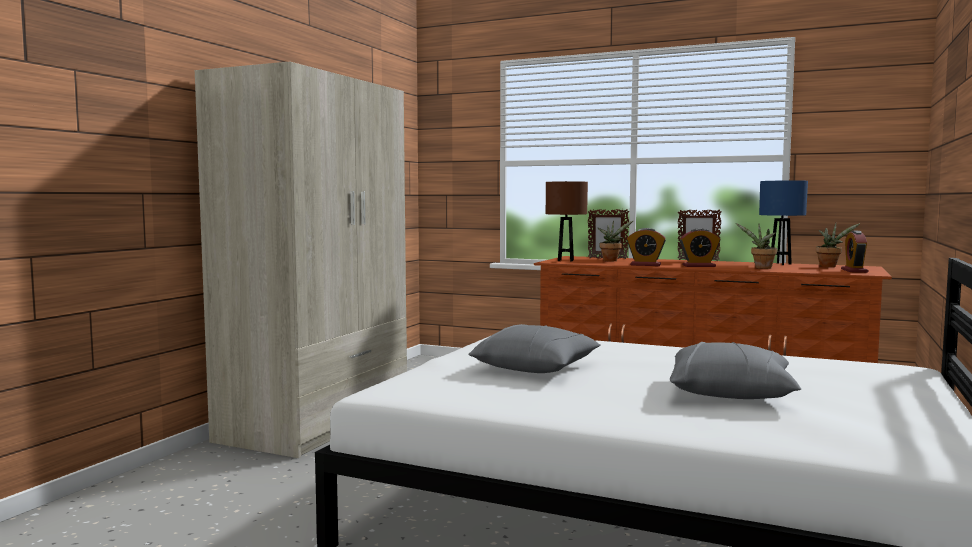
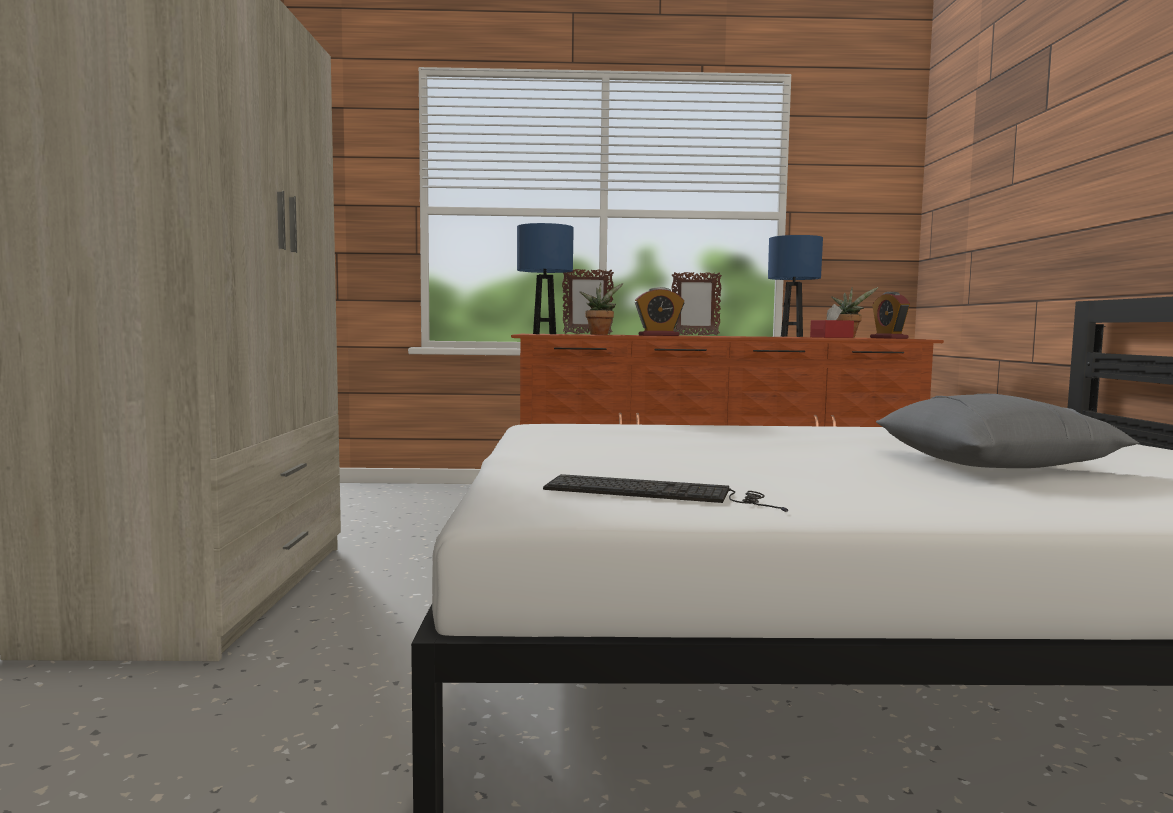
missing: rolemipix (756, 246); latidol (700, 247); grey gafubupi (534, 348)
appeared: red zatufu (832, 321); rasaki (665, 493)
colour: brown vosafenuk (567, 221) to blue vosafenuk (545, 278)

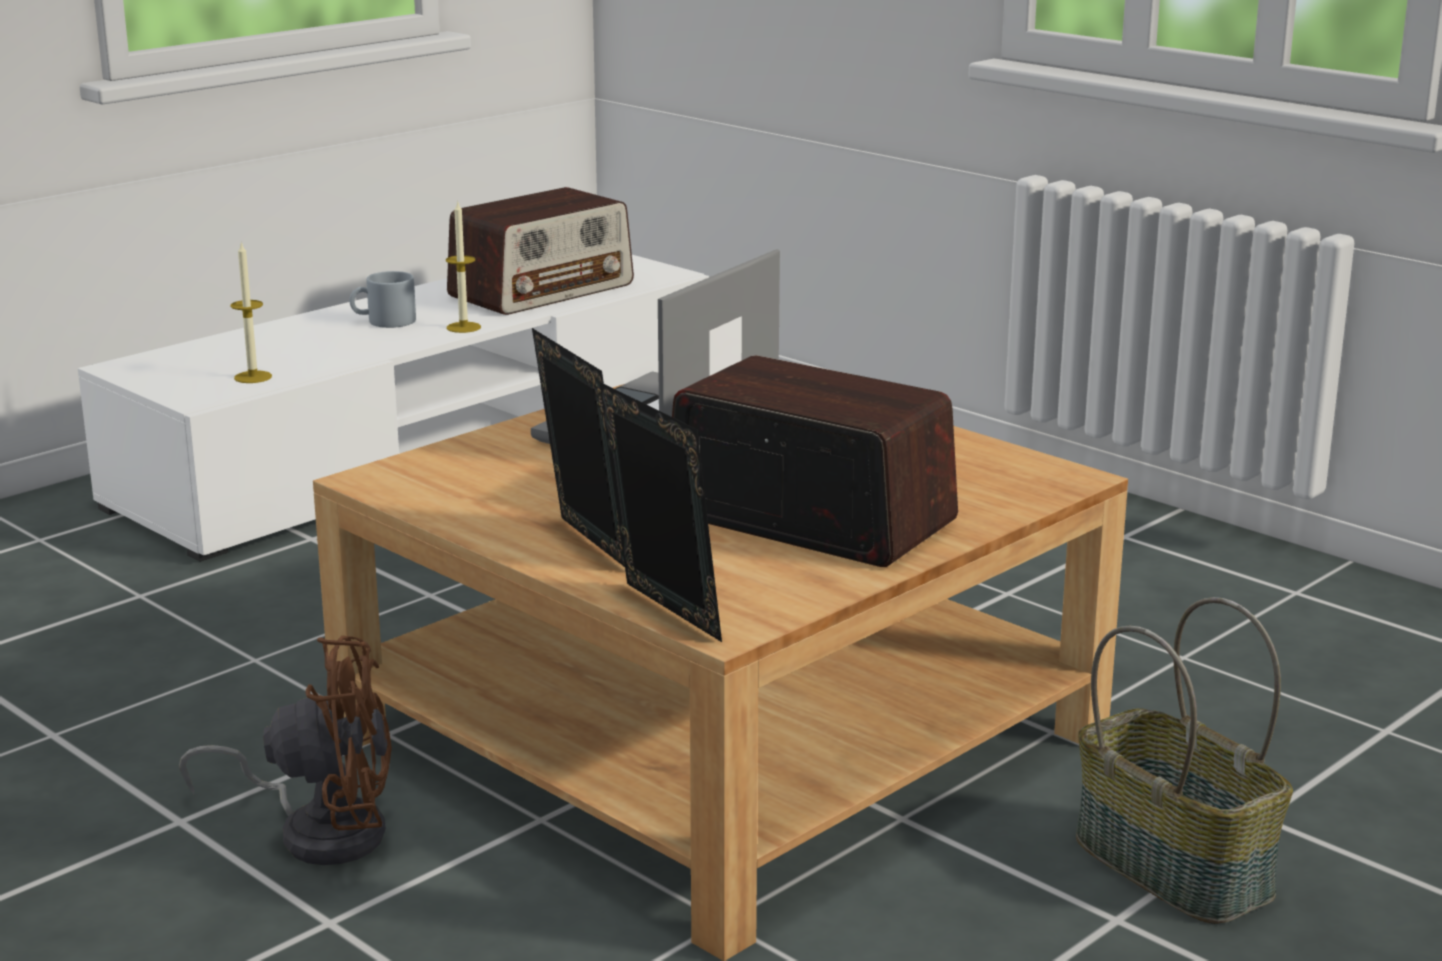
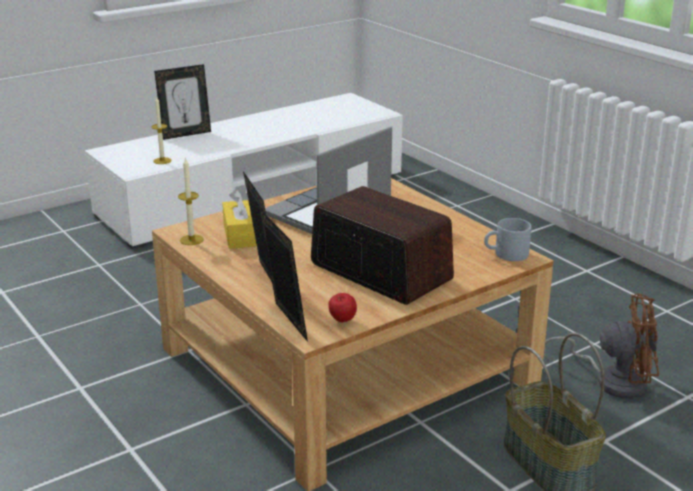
missing: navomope (540, 251)
appeared: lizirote (182, 102); yellow zatufu (239, 219); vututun (343, 307)
relocated: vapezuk (463, 267) to (191, 201); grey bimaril (383, 299) to (507, 239); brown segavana (285, 750) to (601, 346)

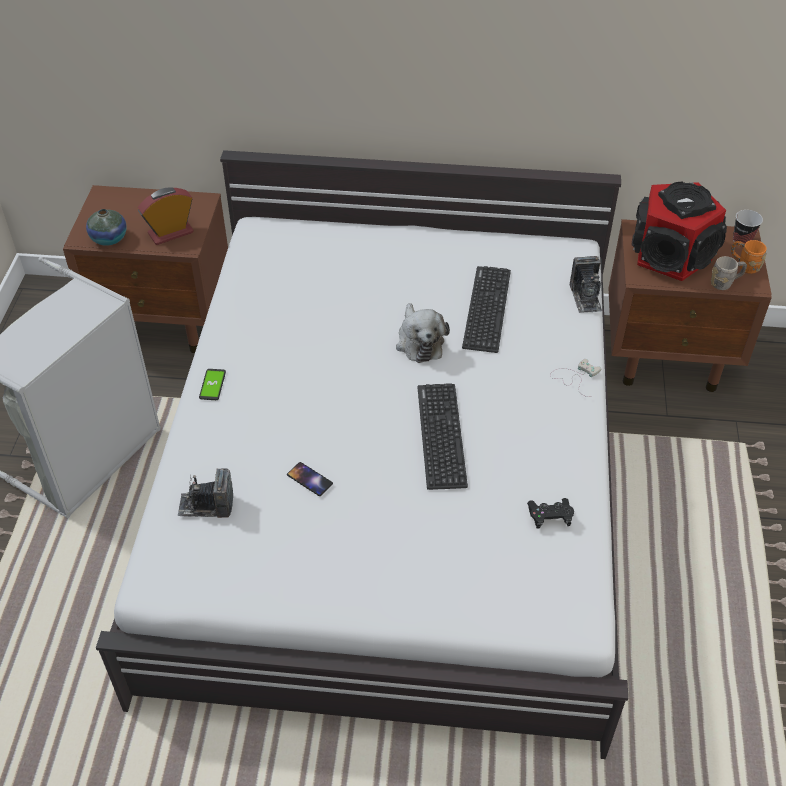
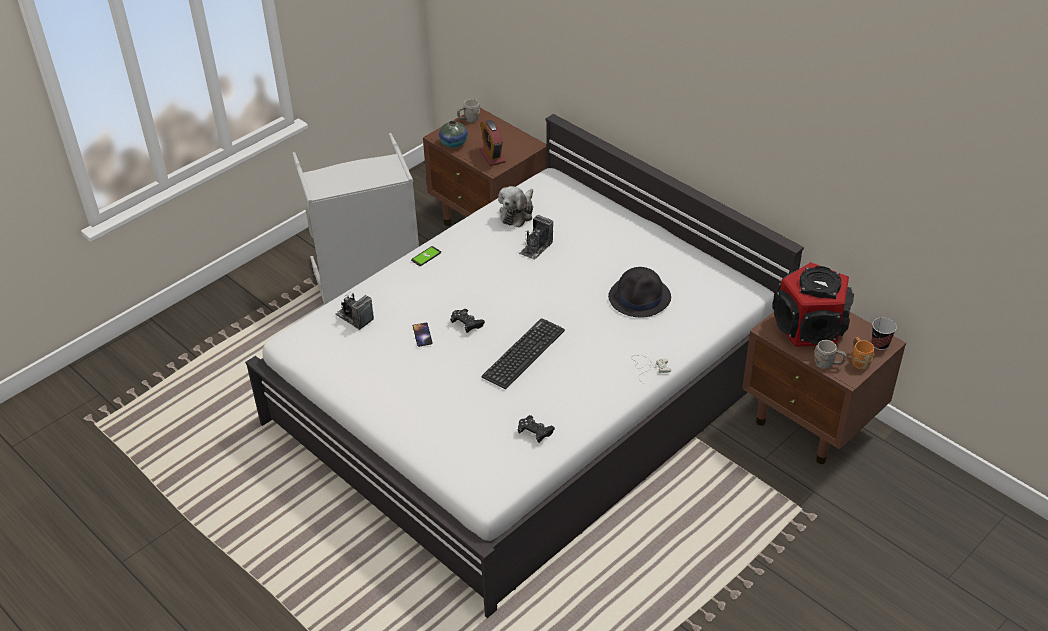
appeared: grey bimaril (468, 111); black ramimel (467, 321)
relocated: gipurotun (586, 284) to (536, 237); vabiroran (423, 333) to (515, 206)
exchanged: rasaki (486, 309) to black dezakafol (639, 292)
spun: latidol (166, 216) = (493, 143) 120 degrees counterclockwise

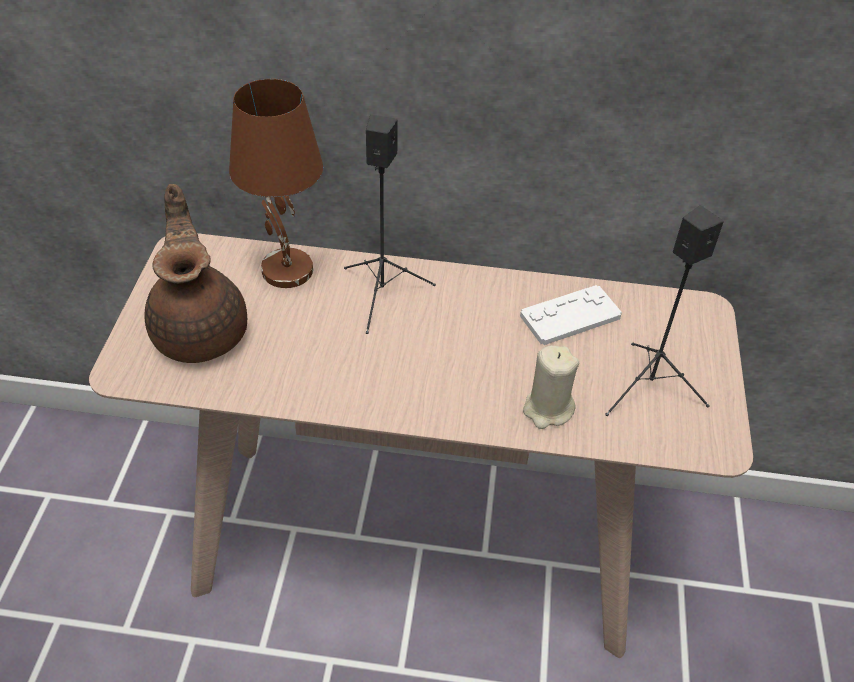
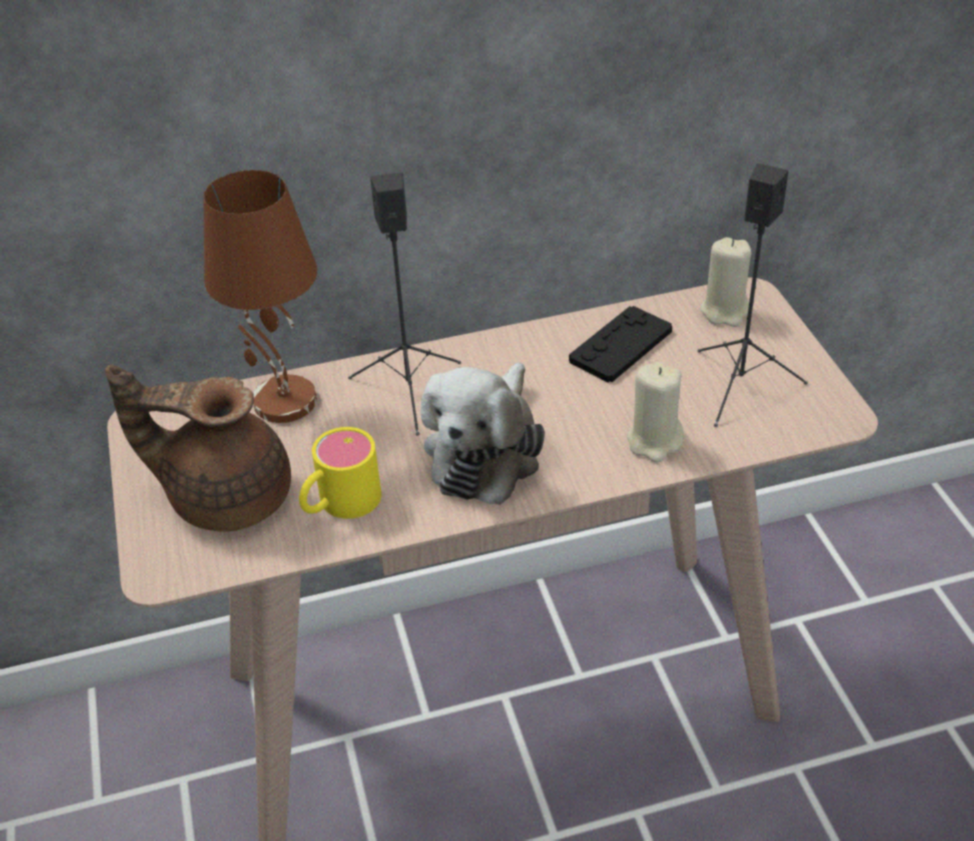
appeared: beige vapezuk (725, 282); vabiroran (483, 433); yellow bimaril (340, 473)
colour: white ramimel (571, 315) to black ramimel (620, 344)
spun: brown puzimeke (196, 273) = (198, 448) 45 degrees counterclockwise

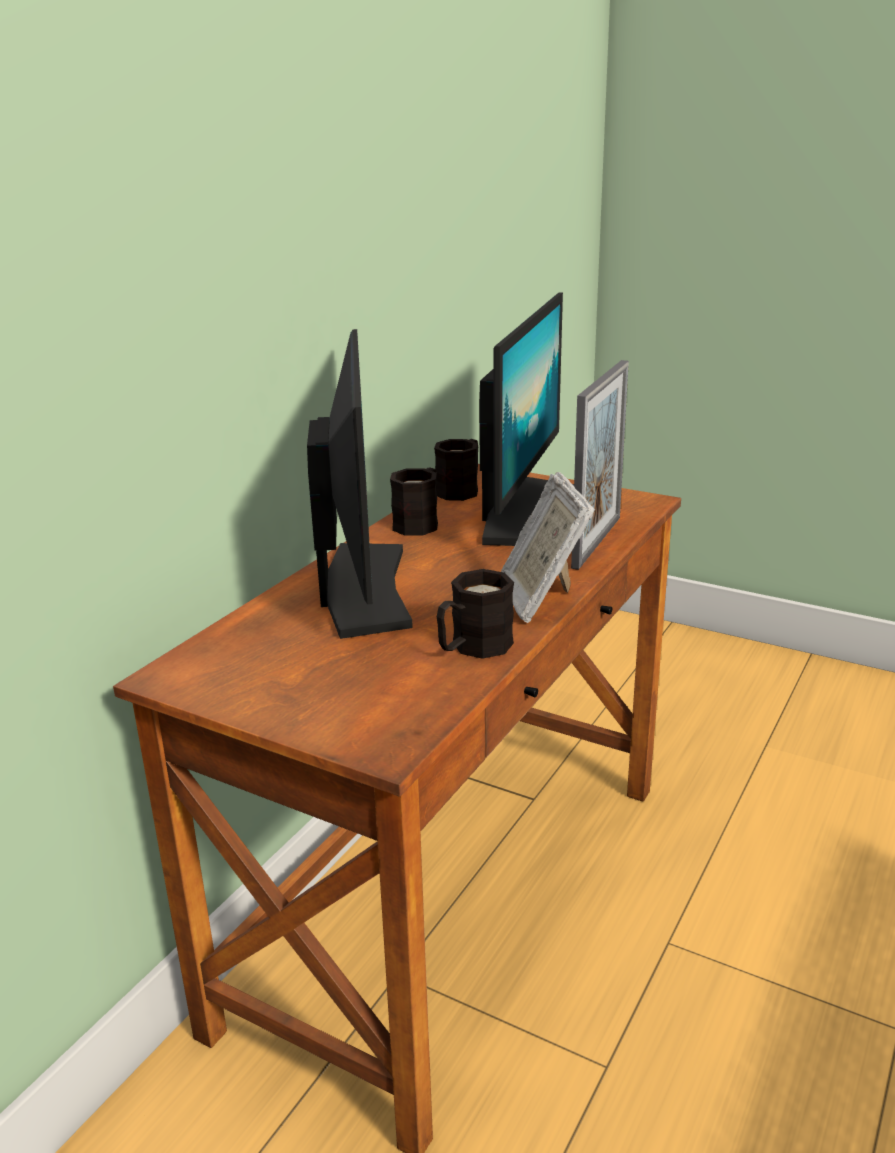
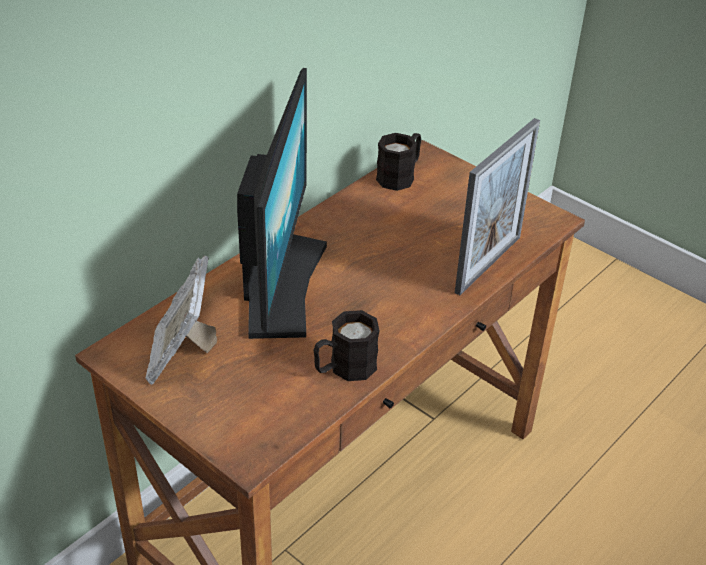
missing: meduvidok (526, 419); black bimaril (414, 502)
relocated: lizirote (548, 547) to (181, 320)

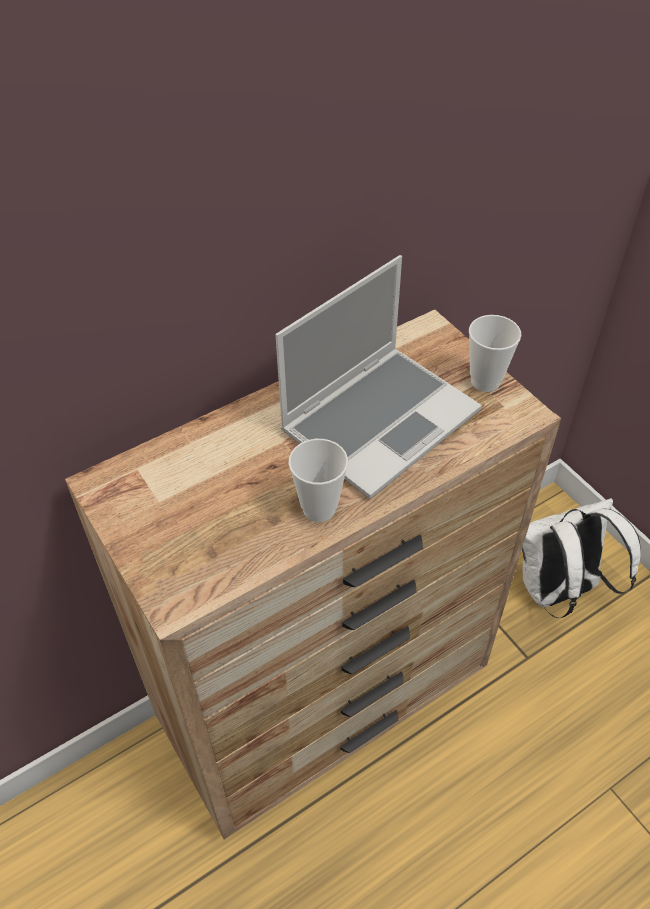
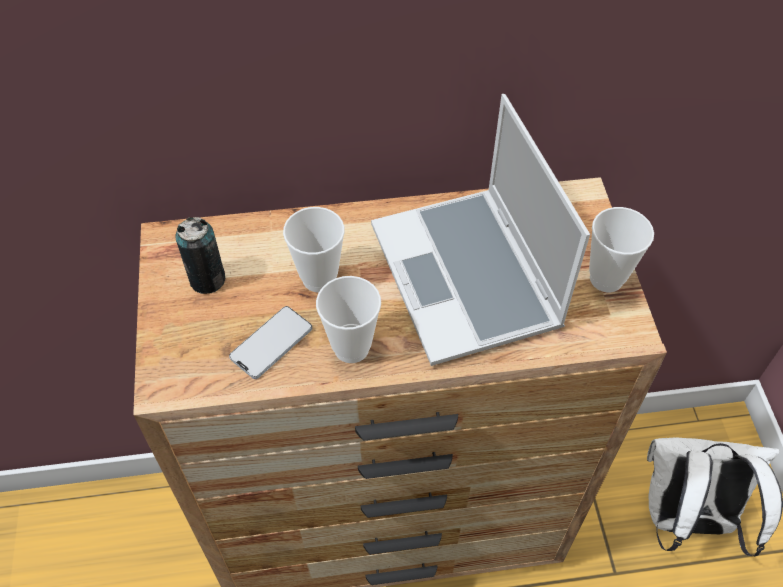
appeared: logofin (314, 249); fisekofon (200, 255); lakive (270, 342)
spun: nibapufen (378, 377) = (480, 230) 90 degrees clockwise

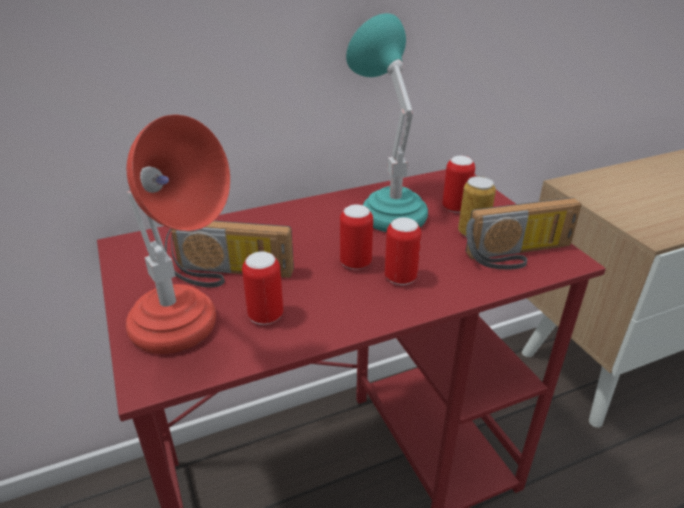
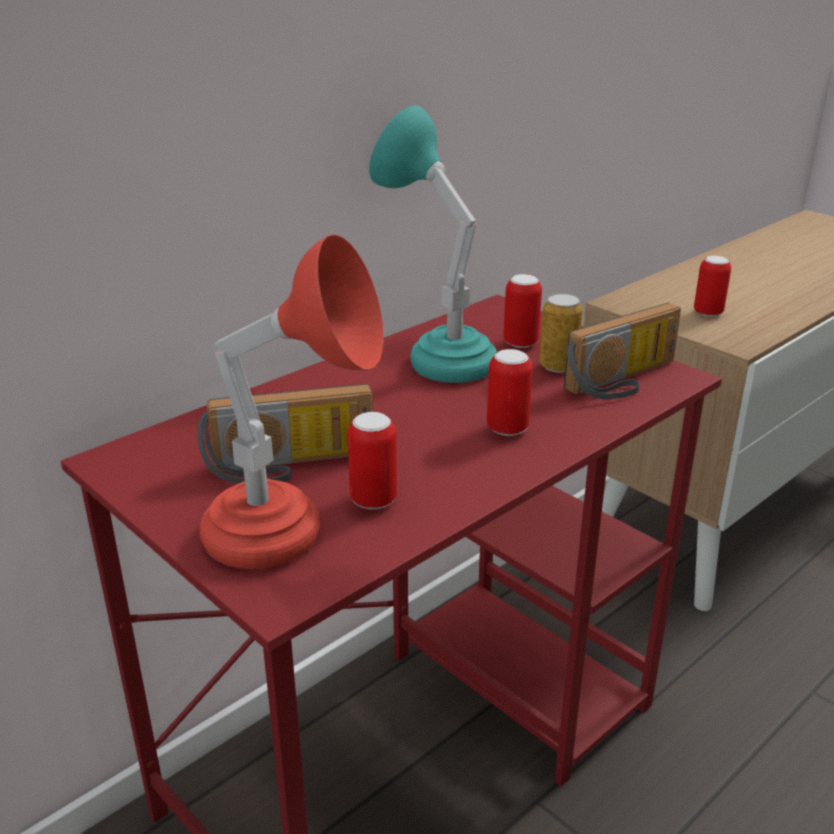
relocated: fisekofon (356, 237) to (712, 286)

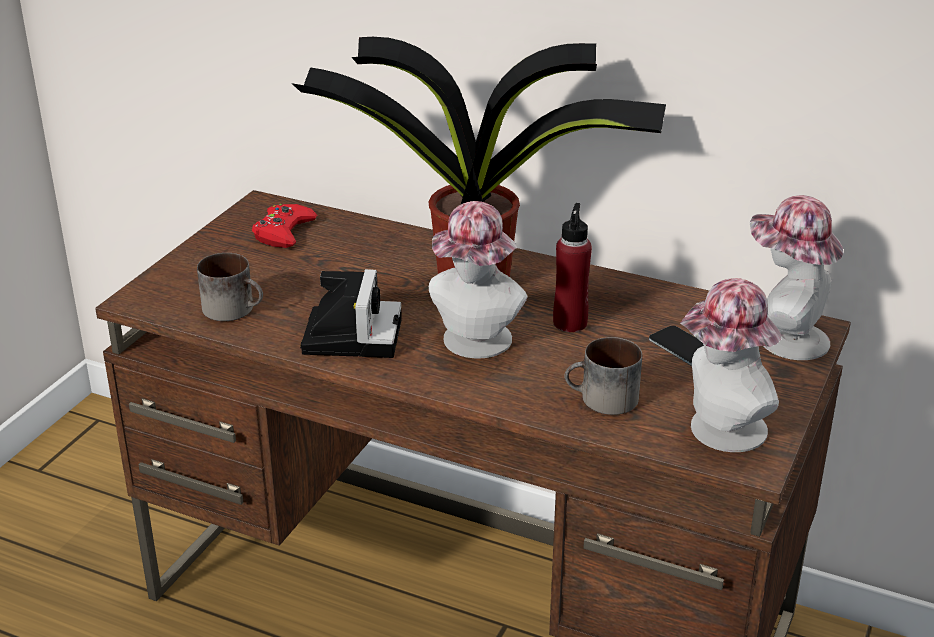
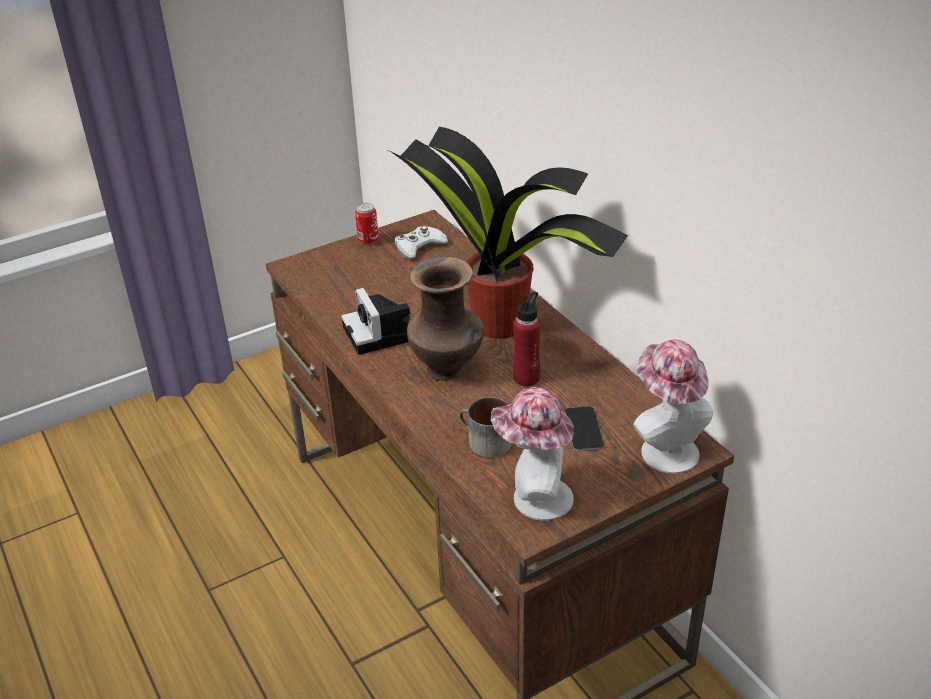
missing: bimaril (230, 287)
appeared: fisekofon (367, 223)
exchanged: dezakafol (478, 279) to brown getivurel (445, 319)
colour: red ramimel (284, 226) to white ramimel (421, 242)
spun: gipurotun (351, 313) = (375, 321) 120 degrees clockwise

